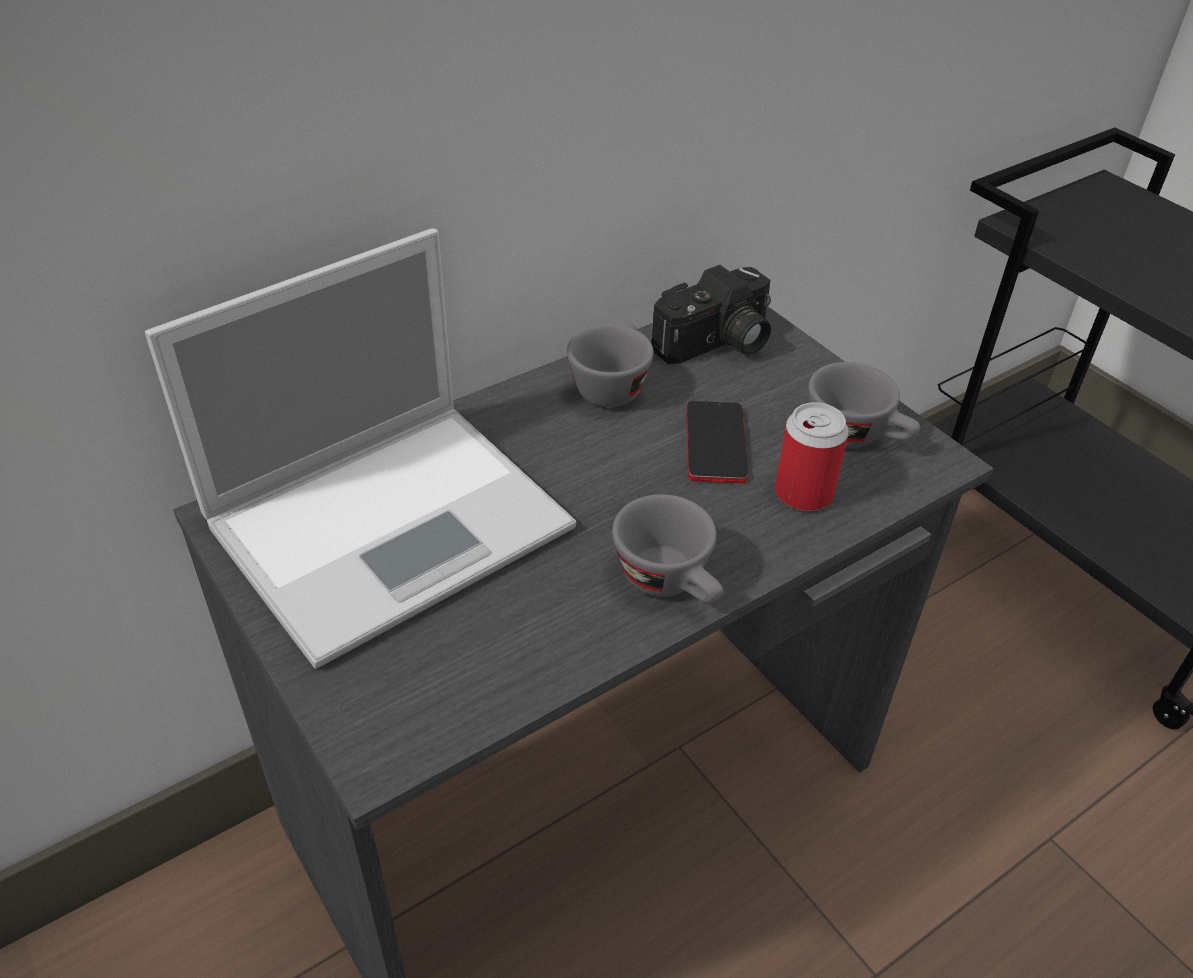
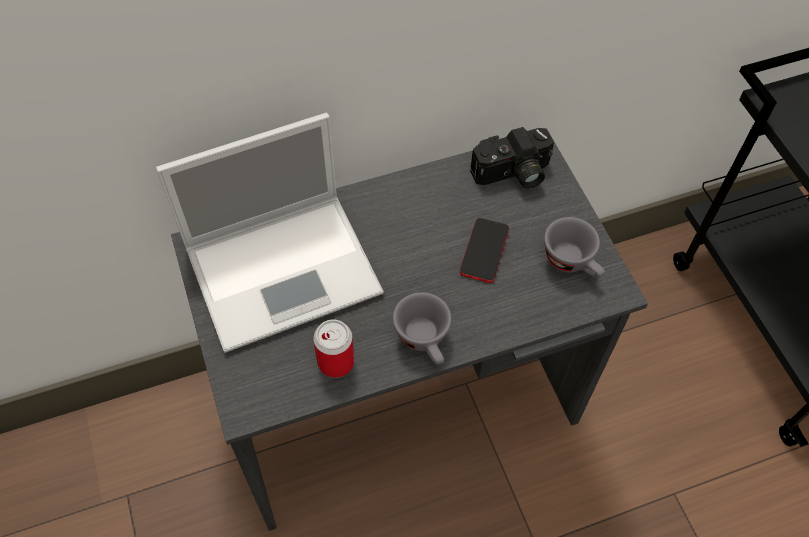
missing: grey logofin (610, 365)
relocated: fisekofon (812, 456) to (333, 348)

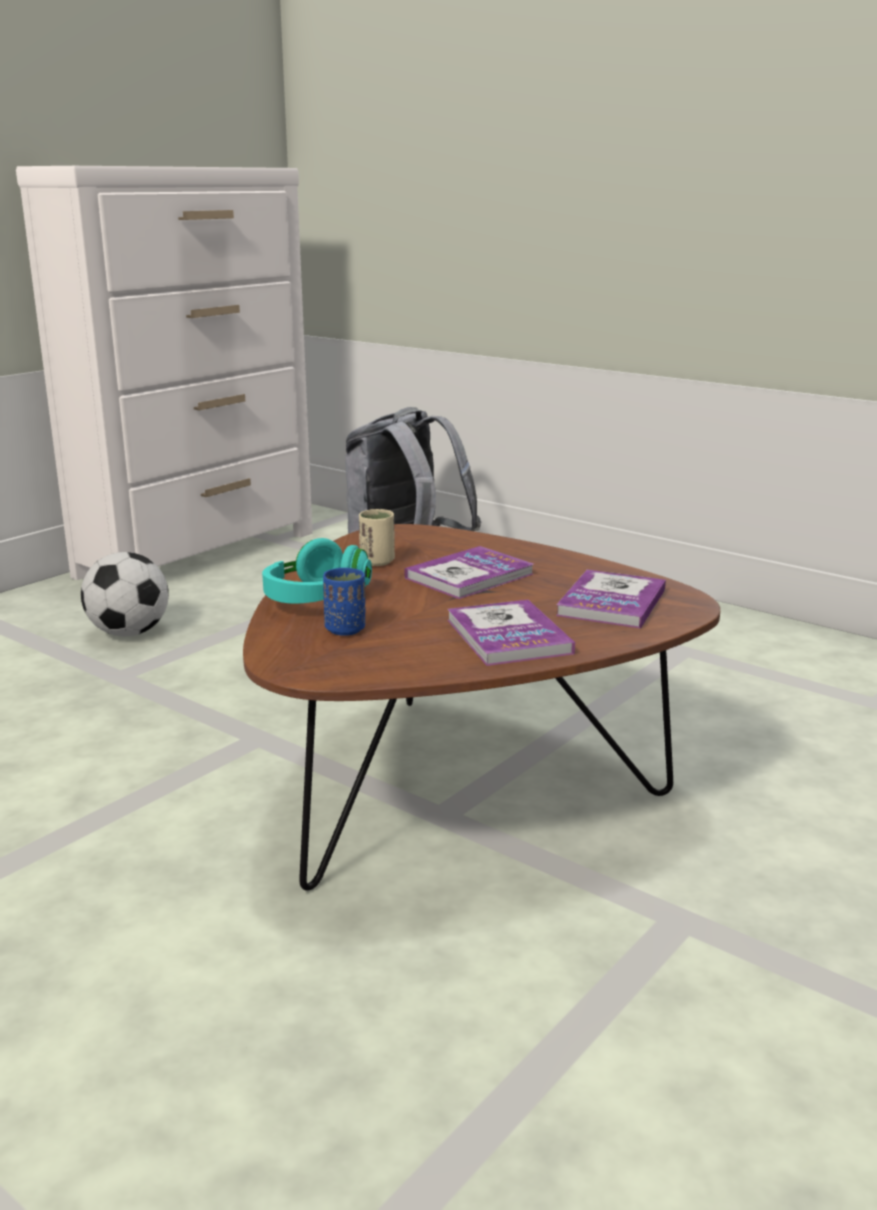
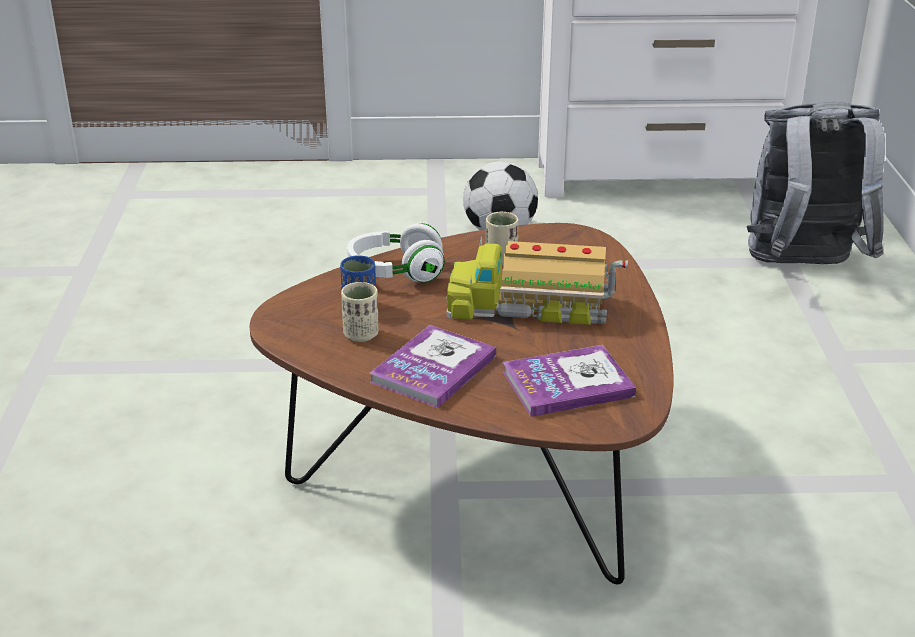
appeared: beige logofin (359, 312)
exchanged: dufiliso (469, 572) to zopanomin (537, 280)
colour: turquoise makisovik (317, 571) to white makisovik (396, 253)

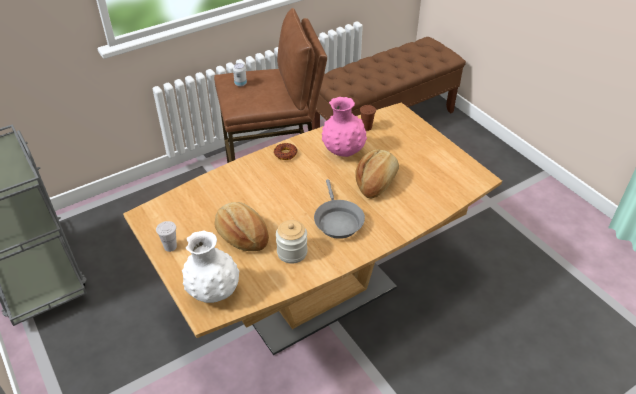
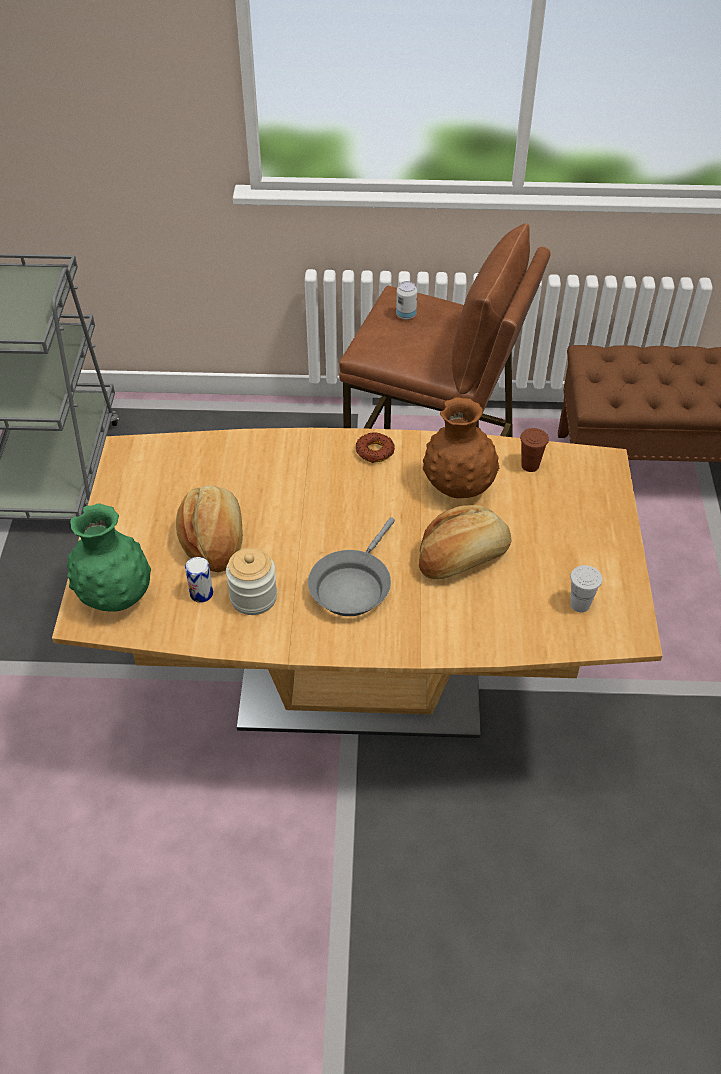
appeared: fisekofon (199, 580)
relocated: white logofin (166, 236) to (586, 588)
colour: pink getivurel (344, 127) to brown getivurel (461, 447); white getivurel (211, 266) to green getivurel (109, 557)

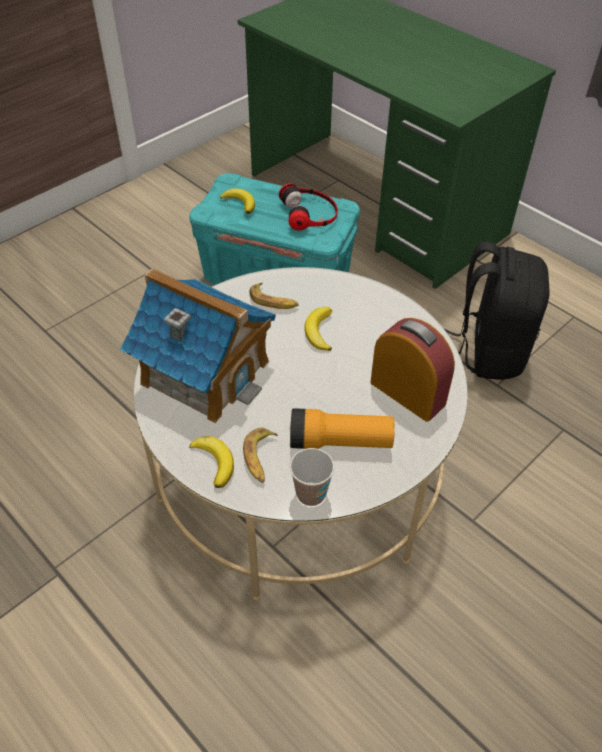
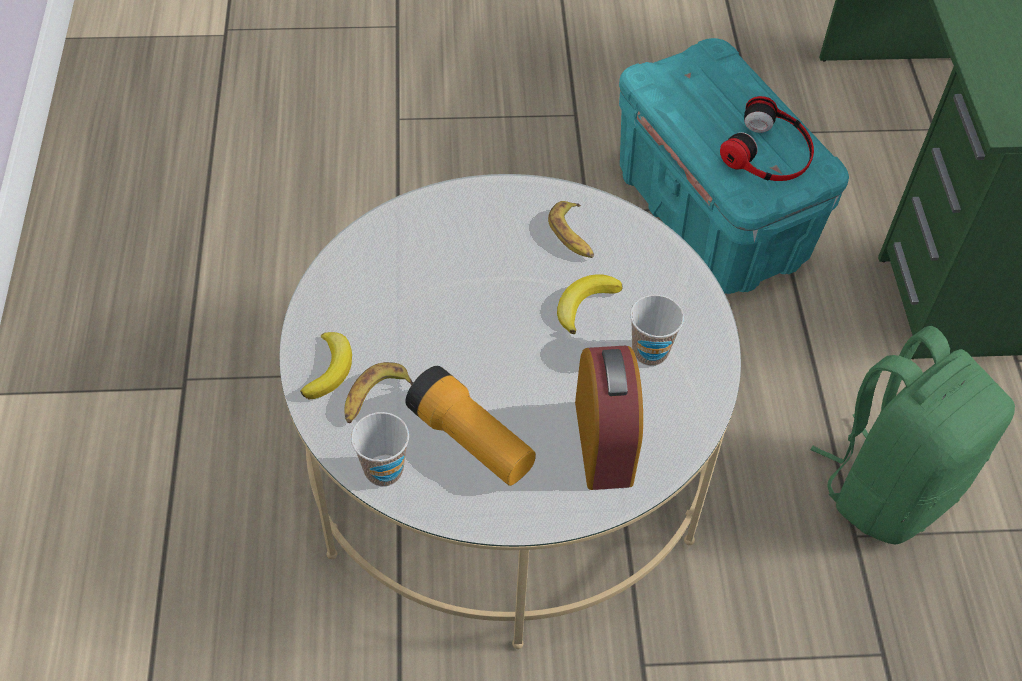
missing: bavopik (237, 201); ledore (198, 345)
appeared: logofin (657, 330)
colour: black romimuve (497, 311) to green romimuve (912, 435)

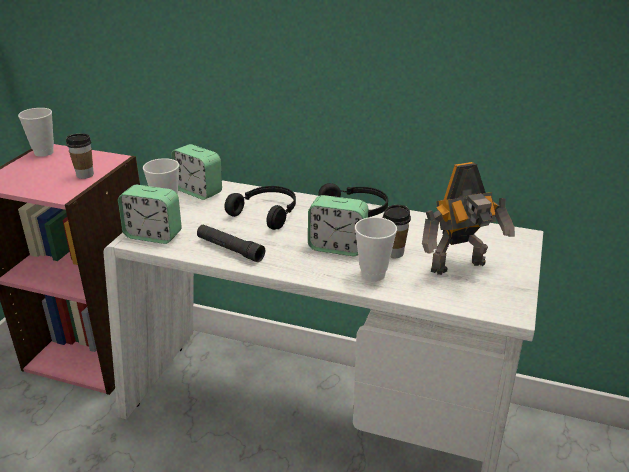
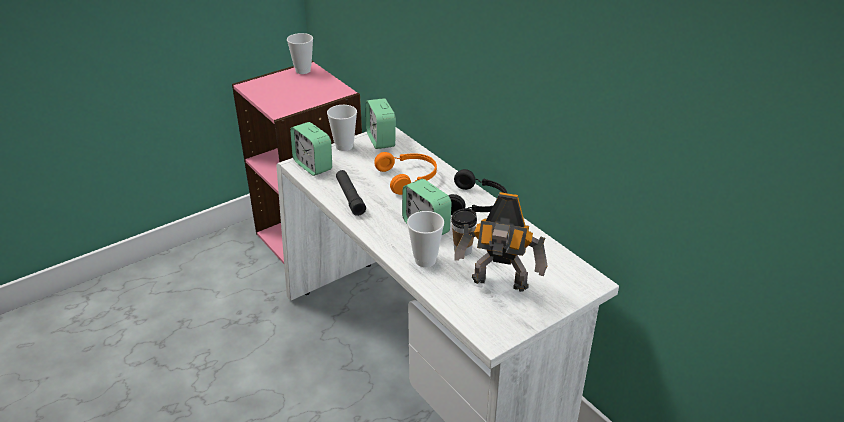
missing: logofin (80, 156)
colour: black makisovik (260, 208) to orange makisovik (405, 173)

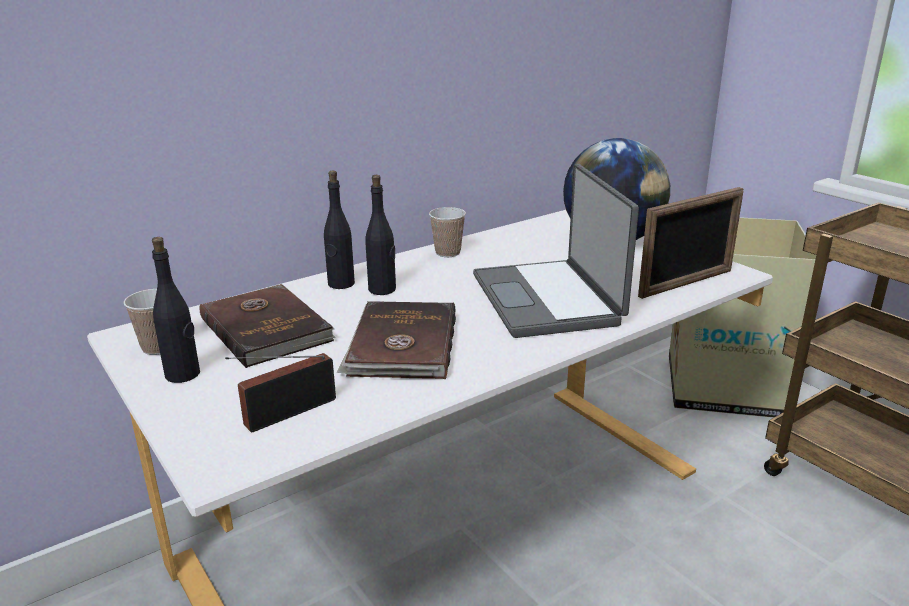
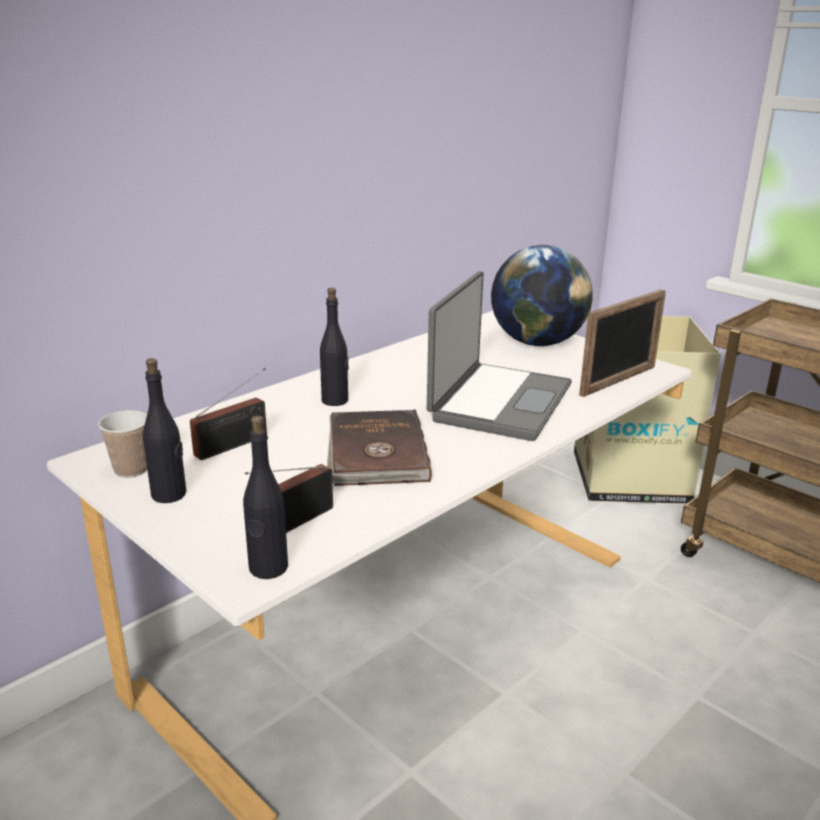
missing: logofin (447, 232)
relocated: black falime (339, 230) to (265, 497)
exchanged: brown dufiliso (267, 326) to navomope (228, 414)
spun: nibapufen (556, 251) = (499, 356) 135 degrees counterclockwise

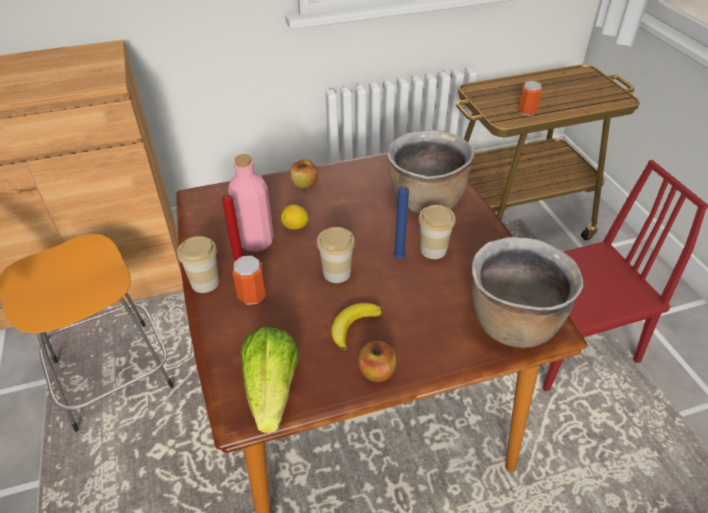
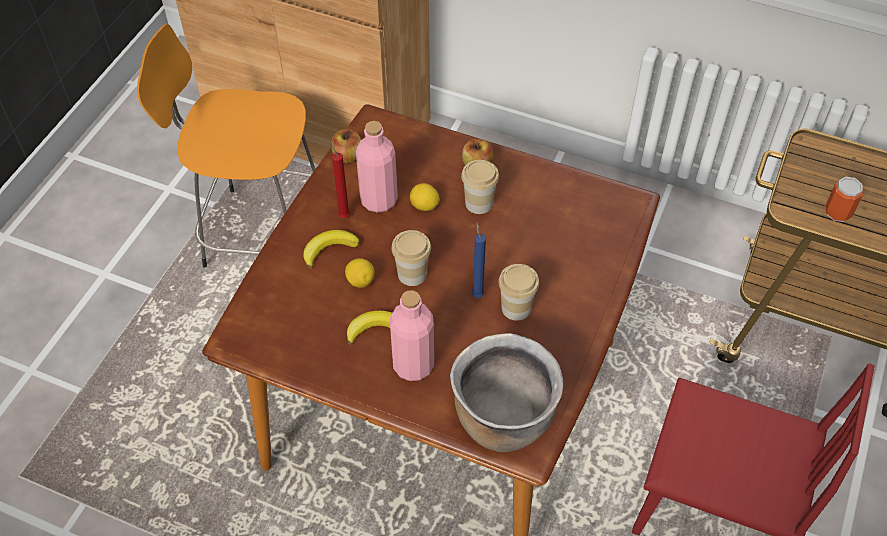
missing: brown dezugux (431, 171); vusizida (270, 380)
appeared: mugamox (360, 273); pink falime (412, 335)
relocated: logofin (198, 264) to (480, 187); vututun (377, 361) to (346, 146)
exchanged: fisekofon (249, 280) to bavopik (331, 249)

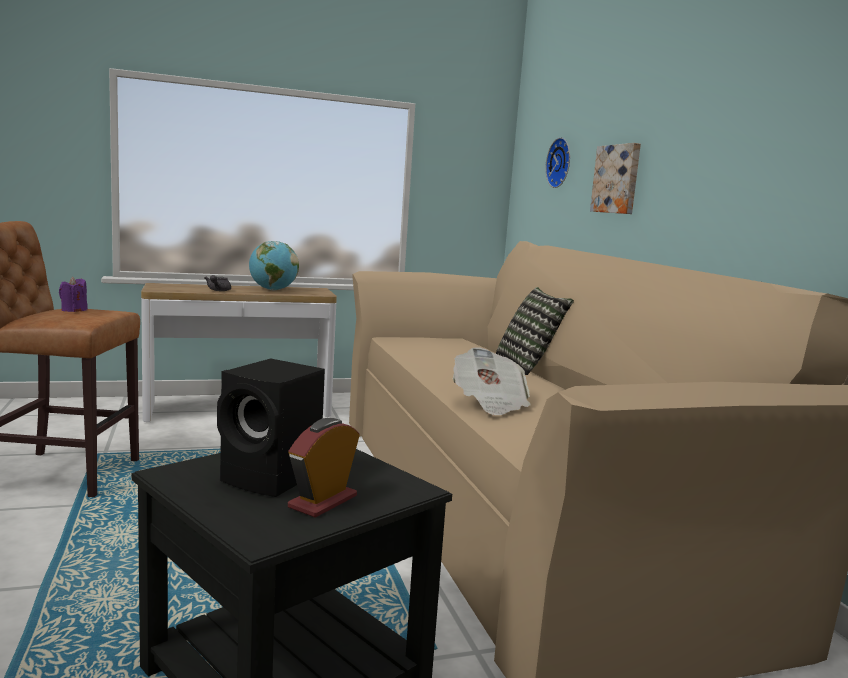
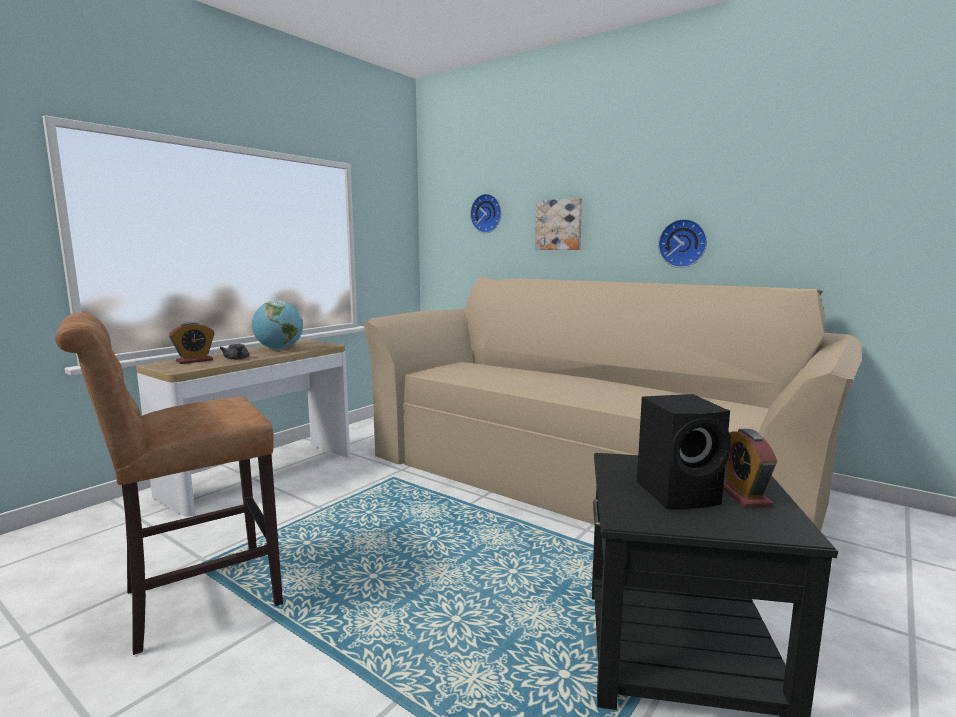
missing: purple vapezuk (73, 294); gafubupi (535, 331); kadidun (491, 381)
appeared: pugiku (682, 243); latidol (191, 343)

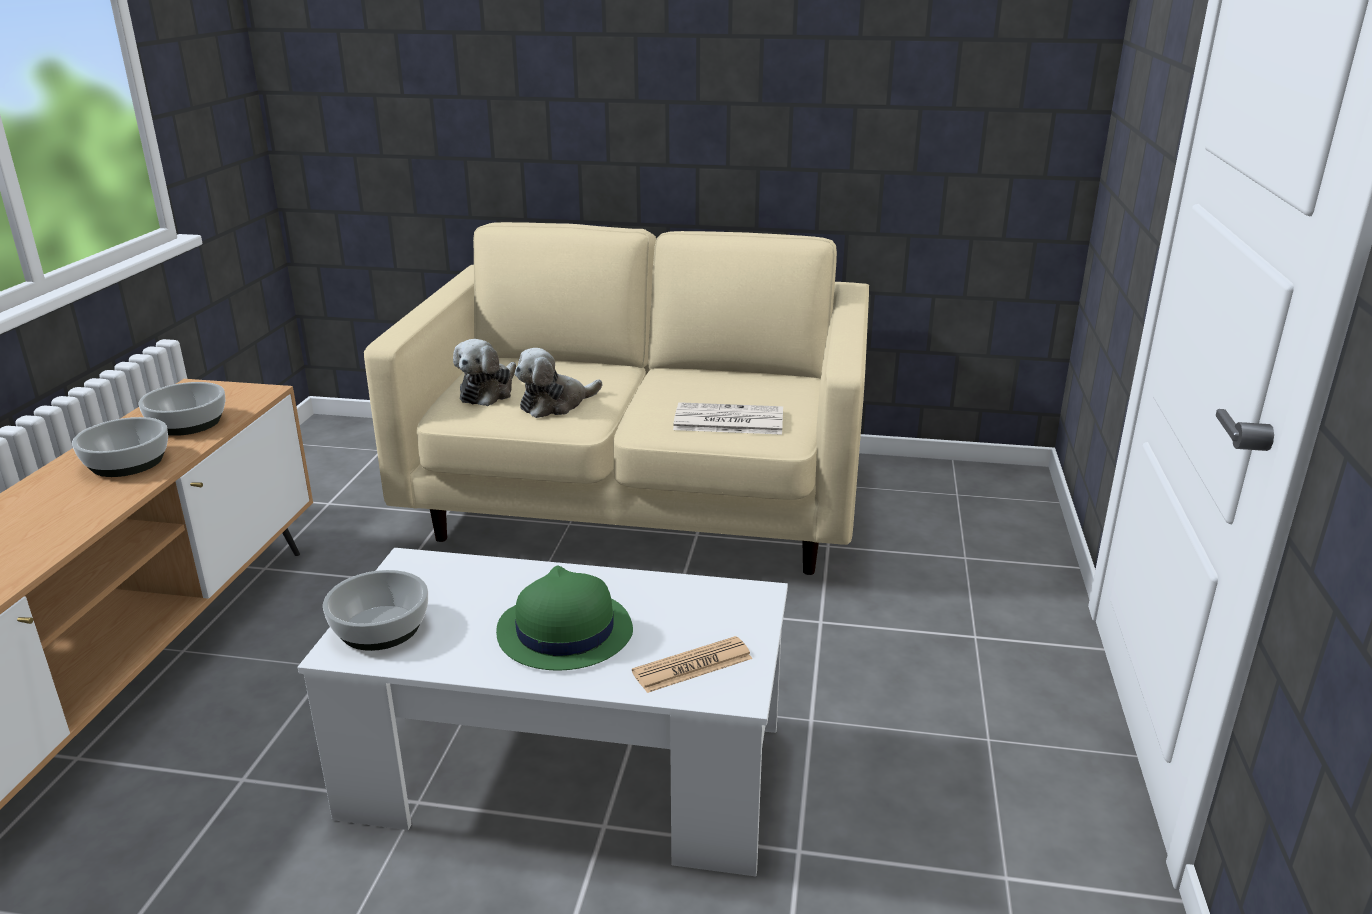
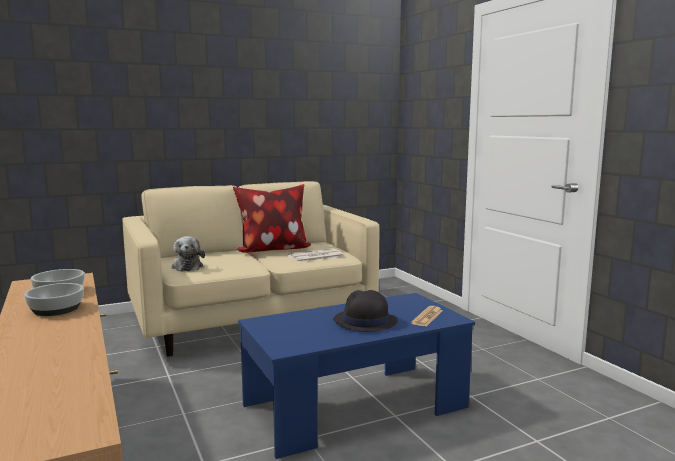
missing: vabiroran (558, 383); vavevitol (375, 610)
appeared: gafubupi (272, 218)
colour: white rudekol (543, 712) to blue rudekol (356, 376); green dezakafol (564, 617) to black dezakafol (365, 311)

